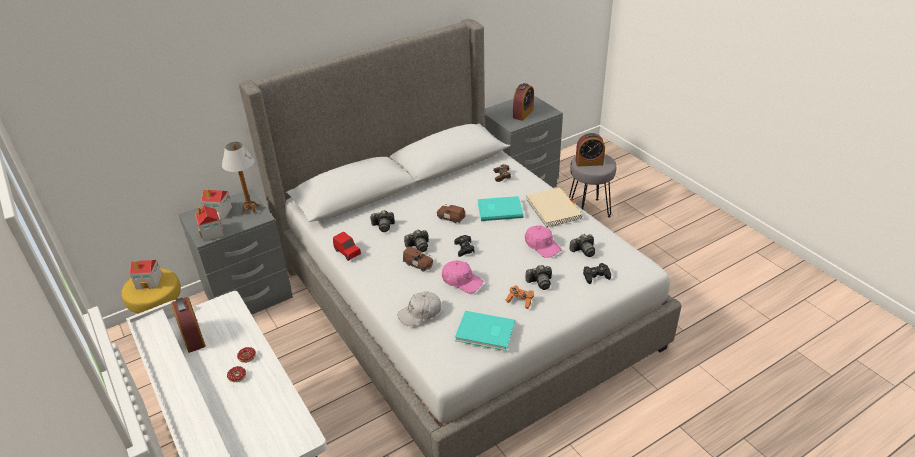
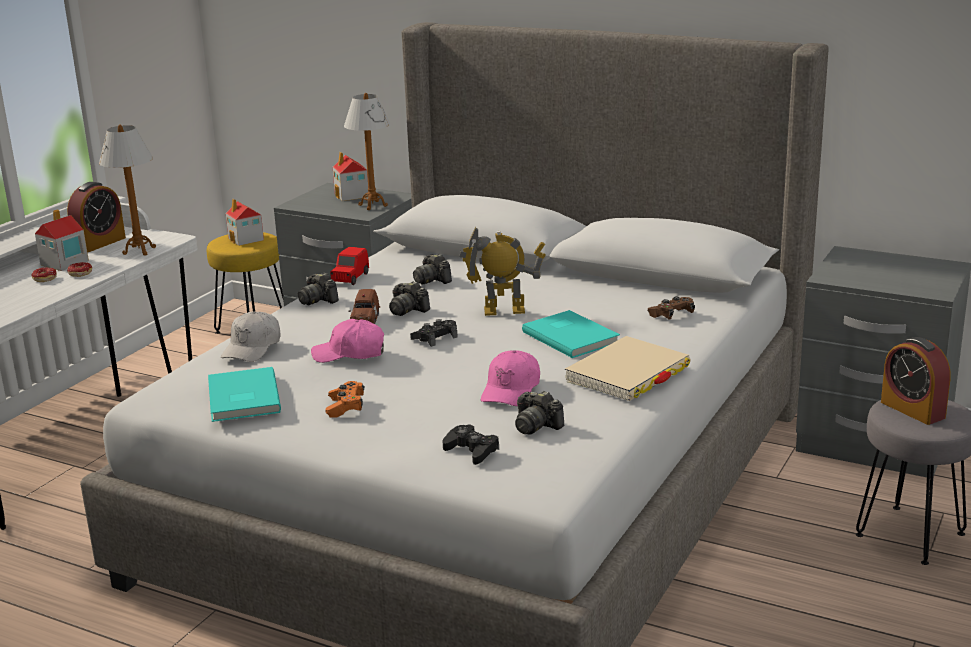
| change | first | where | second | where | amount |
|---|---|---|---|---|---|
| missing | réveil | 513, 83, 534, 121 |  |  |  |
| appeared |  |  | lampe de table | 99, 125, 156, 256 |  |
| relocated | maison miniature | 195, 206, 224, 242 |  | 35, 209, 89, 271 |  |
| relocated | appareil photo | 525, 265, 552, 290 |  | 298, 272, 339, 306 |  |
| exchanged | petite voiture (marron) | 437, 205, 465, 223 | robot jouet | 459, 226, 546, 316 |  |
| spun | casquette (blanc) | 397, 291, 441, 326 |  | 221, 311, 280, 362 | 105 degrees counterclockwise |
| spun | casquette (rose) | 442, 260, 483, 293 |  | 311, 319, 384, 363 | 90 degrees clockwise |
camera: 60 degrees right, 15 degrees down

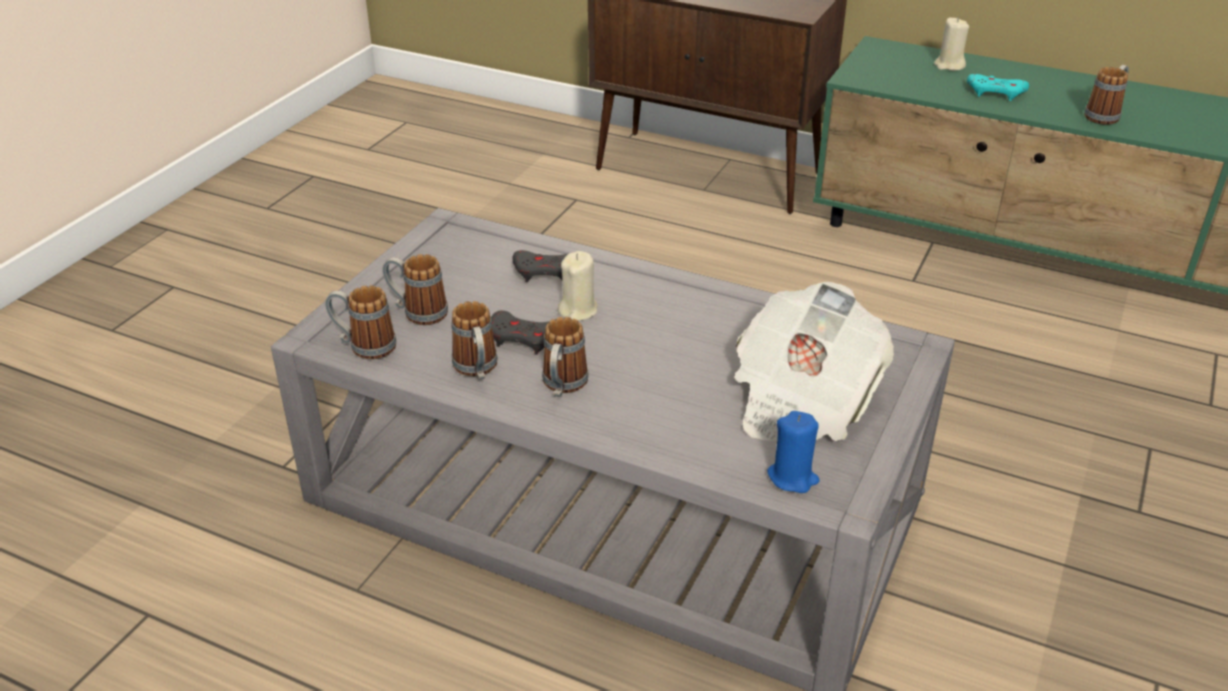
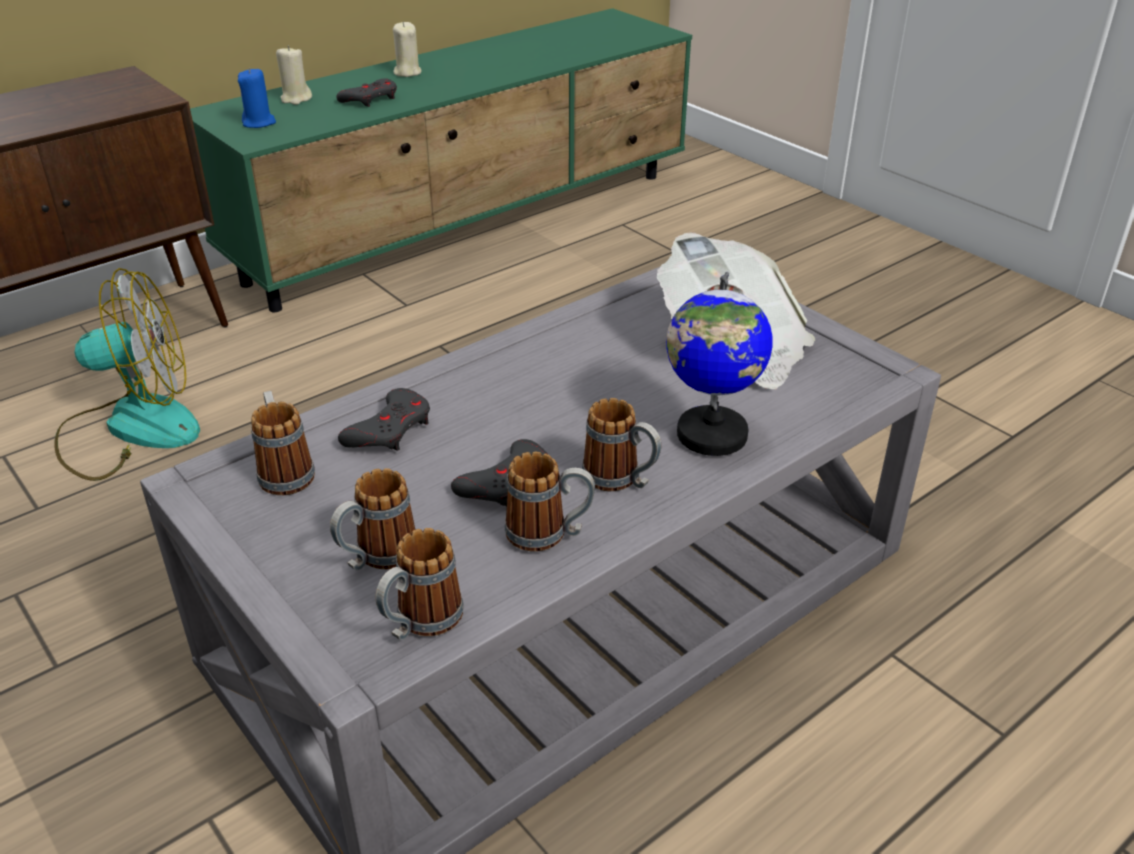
| change | first | where | second | where | amount |
|---|---|---|---|---|---|
| appeared |  |  | ventilateur | 54, 268, 200, 481 |  |
| appeared |  |  | globe | 666, 272, 773, 456 |  |
| relocated | bougie (beige) | 557, 251, 598, 321 |  | 393, 22, 421, 77 |  |
| relocated | bougie (bleu) | 767, 411, 820, 493 |  | 238, 68, 276, 128 |  |
| relocated | mug | 1084, 65, 1129, 125 |  | 251, 391, 315, 495 |  |
| colour | manette (turquoise) | 967, 74, 1029, 101 | manette (gris) | 336, 78, 397, 107 |  |
camera: 65 degrees left, 0 degrees up

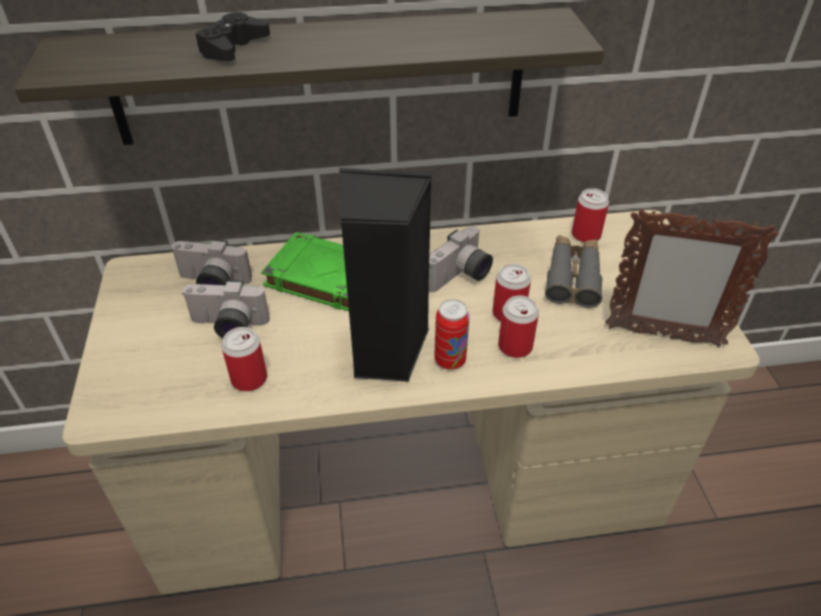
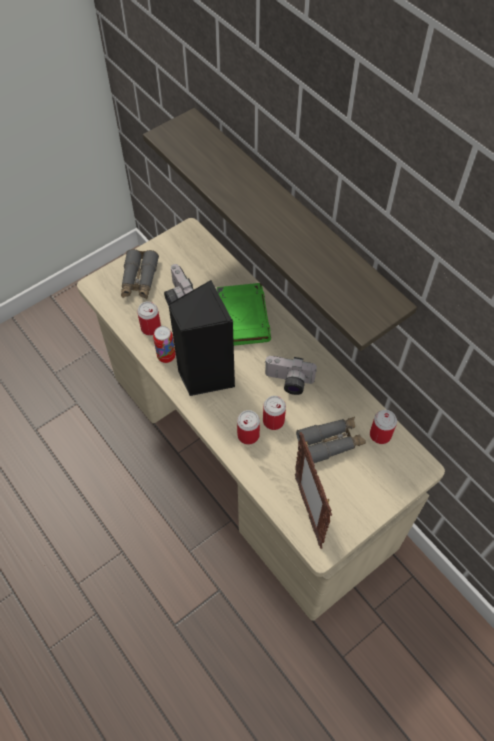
| change | first | where | second | where | amount |
|---|---|---|---|---|---|
| missing | appareil photo | 170, 239, 252, 285 |  |  |  |
| missing | manette (noir) | 195, 12, 270, 61 |  |  |  |
| appeared |  |  | jumelles (gris) | 121, 249, 159, 299 |  |
| relocated | boîte métallique | 434, 299, 470, 370 |  | 153, 326, 176, 363 |  |
camera: 60 degrees right, 15 degrees up

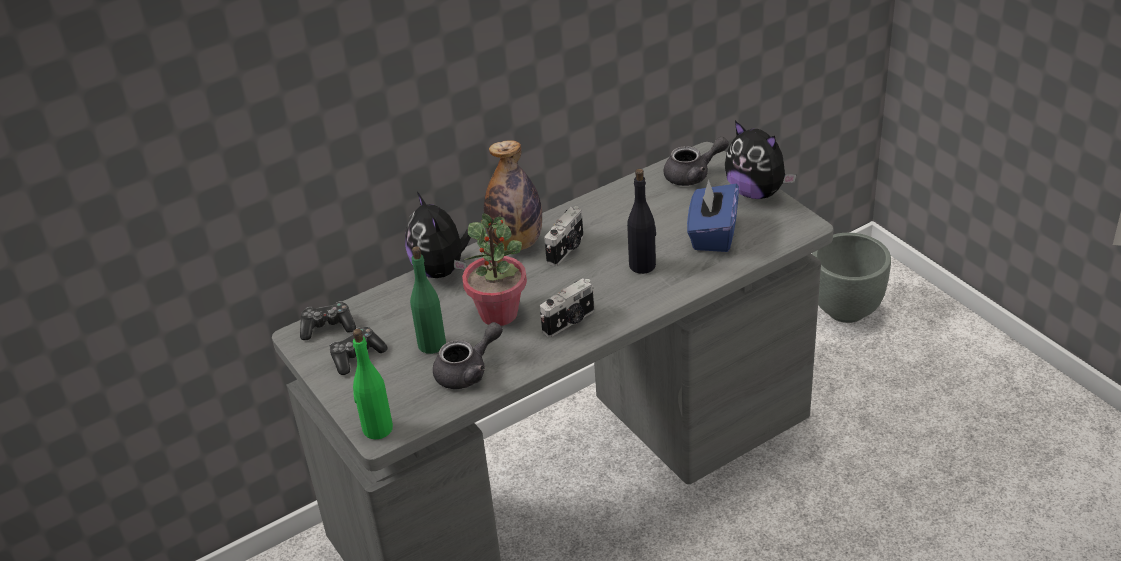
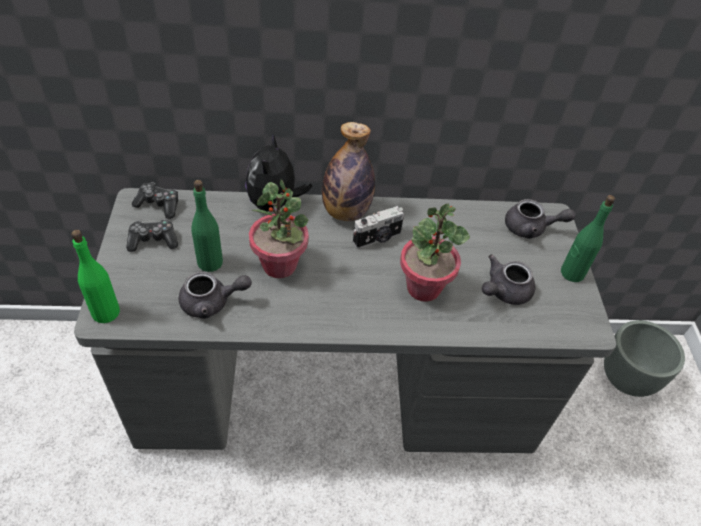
| change | first | where | second | where | amount |
|---|---|---|---|---|---|
| missing | appareil photo | 540, 278, 594, 337 |  |  |  |
| exchanged | bouteille (noir) | 627, 169, 656, 274 | plante en pot | 400, 204, 470, 302 |  |
| exchanged | boîte à mouchoirs (bleu) | 687, 179, 739, 252 | théière (gris) | 482, 255, 535, 305 |  |
| exchanged | peluche | 725, 121, 797, 199 | bouteille (vert) | 561, 195, 615, 282 |  |
camera: 25 degrees right, 10 degrees up

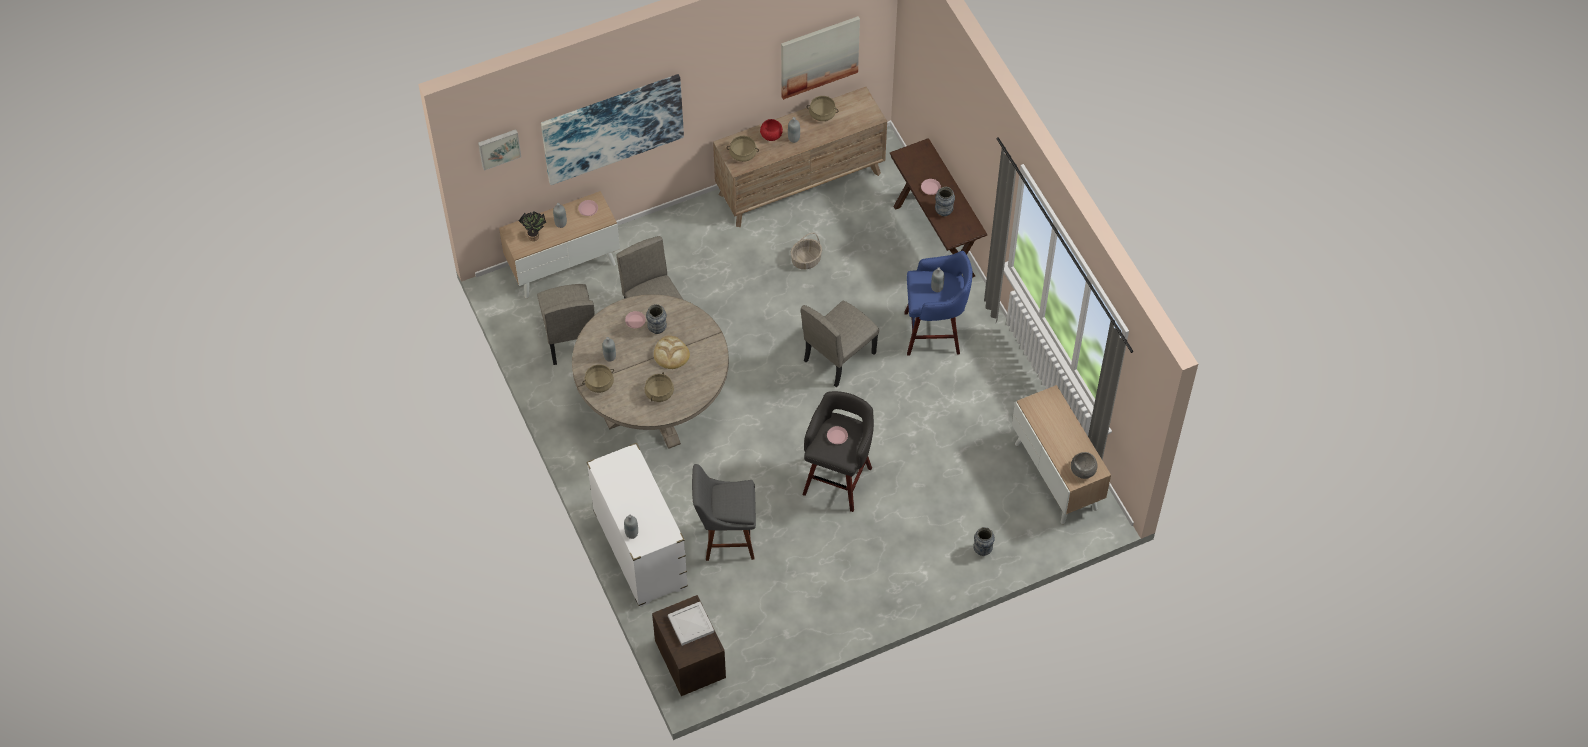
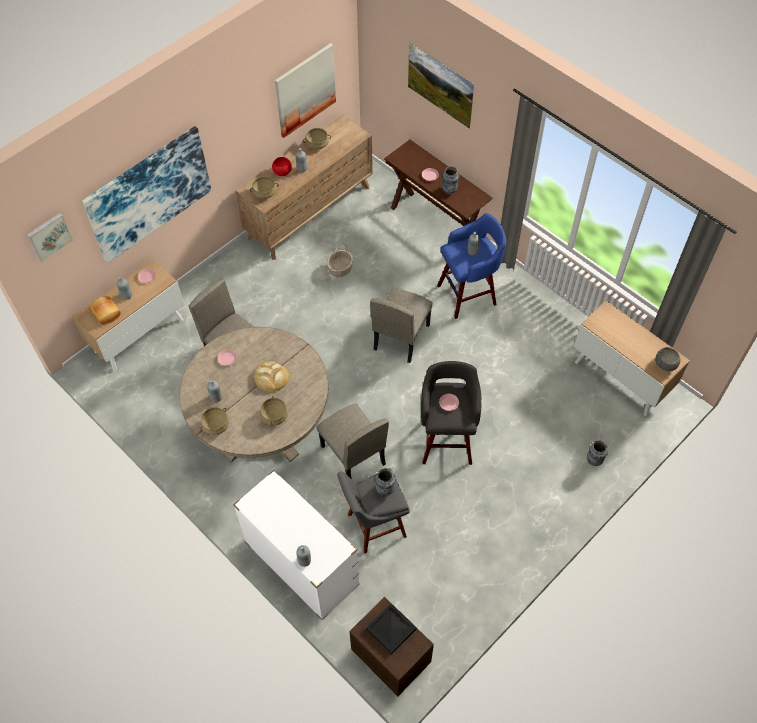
| change | first | where | second | where | amount |
|---|---|---|---|---|---|
| appeared |  |  | tableau | 408, 43, 474, 129 |  |
| relocated | chaise (beige) | 537, 284, 595, 365 |  | 316, 404, 389, 479 |  |
| relocated | vase | 646, 304, 667, 334 |  | 375, 468, 395, 496 |  |
| exchanged | plante en pot | 519, 211, 546, 241 | pain | 90, 296, 121, 325 |  |
| colour | plateau (blanc) | 668, 602, 714, 646 | plateau (noir) | 366, 603, 417, 655 |  |
camera: 20 degrees left, 0 degrees up

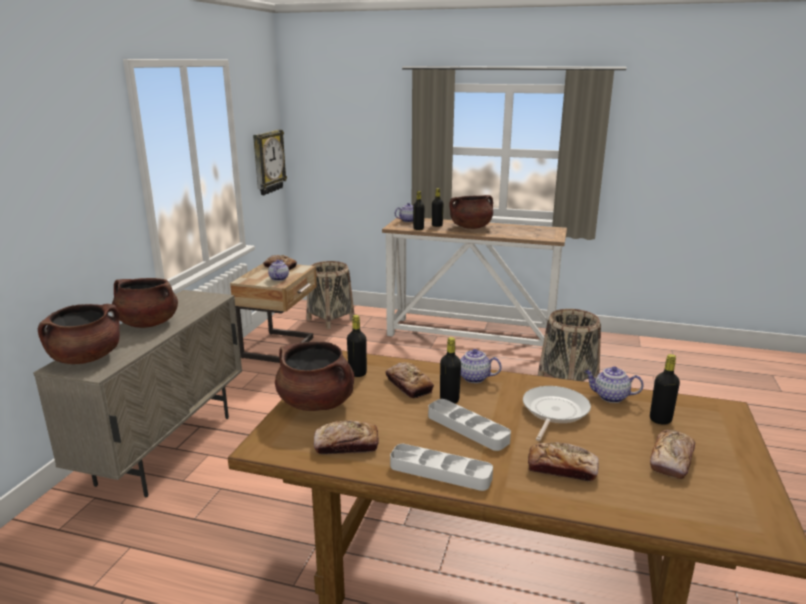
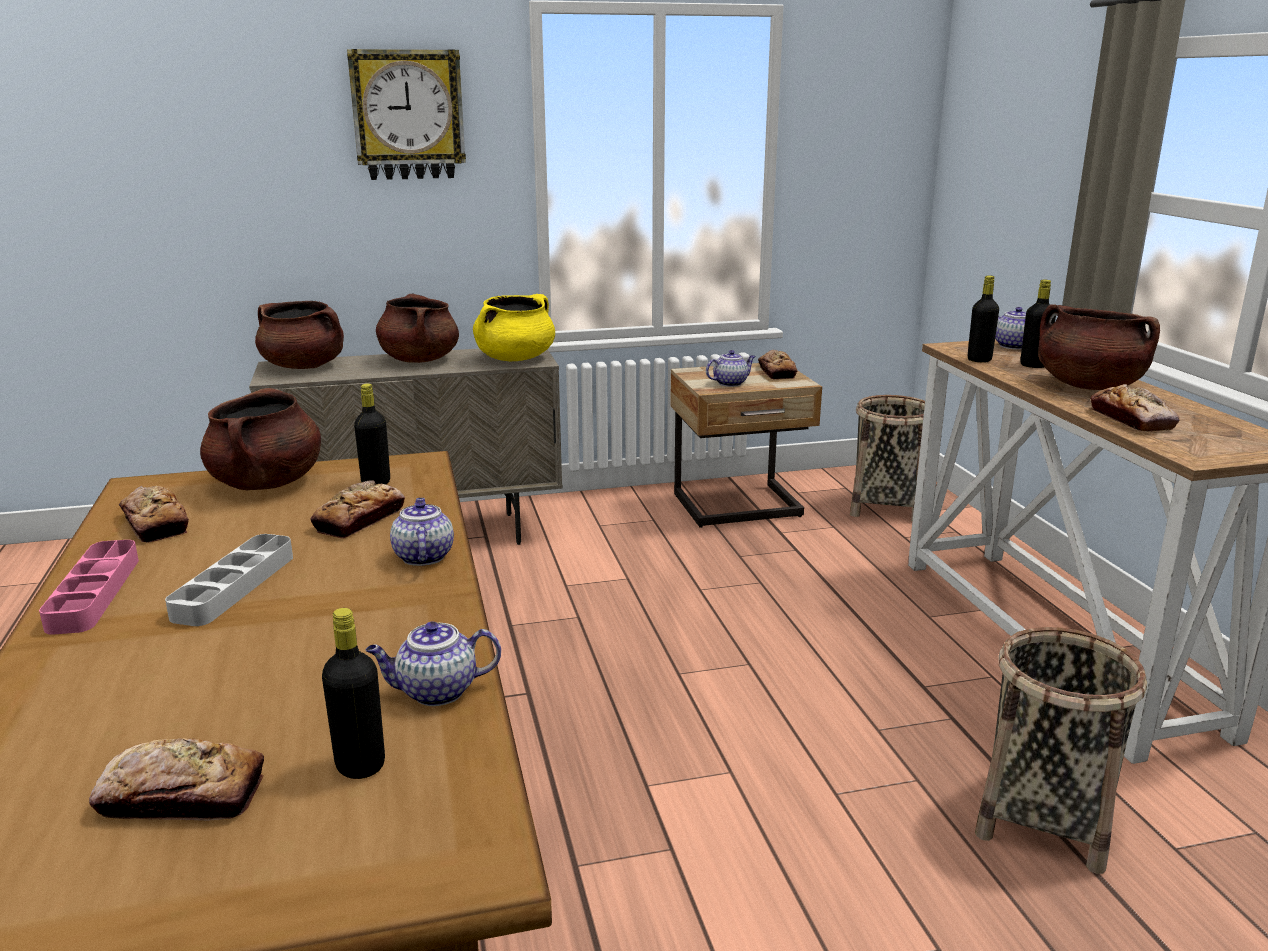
| change | first | where | second | where | amount |
|---|---|---|---|---|---|
| missing | bouteille (noir) | 440, 337, 461, 404 |  |  |  |
| missing | poêle | 523, 386, 591, 441 |  |  |  |
| appeared |  |  | marmite (jaune) | 473, 294, 555, 361 |  |
| relocated | horloge murale | 253, 130, 287, 195 |  | 347, 49, 466, 180 |  |
| relocated | pain | 528, 442, 599, 482 |  | 1090, 384, 1180, 432 |  |
| colour | plateau (gris) | 390, 444, 493, 491 | plateau (rose) | 39, 540, 139, 635 |  |
| spun | théière | 585, 366, 644, 403 |  | 366, 622, 501, 706 | 90 degrees counterclockwise |
camera: 60 degrees right, 0 degrees up

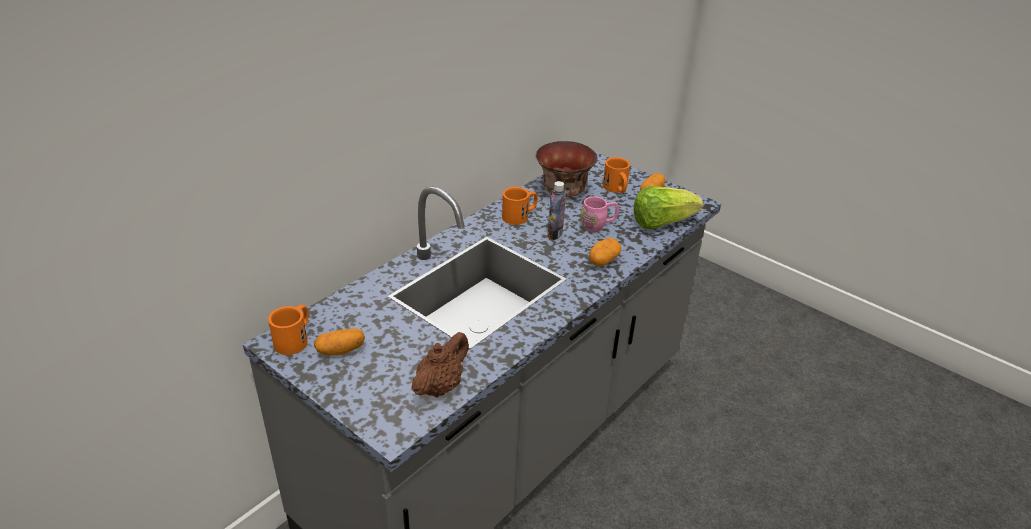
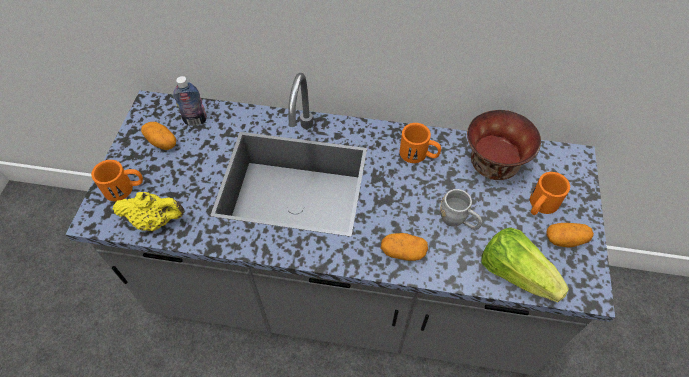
| change | first | where | second | where | amount |
|---|---|---|---|---|---|
| relocated | mug (orange) | 268, 305, 308, 355 |  | 91, 160, 143, 201 |  |
| relocated | bouteille | 548, 181, 566, 240 |  | 173, 76, 207, 126 |  |
| colour | théière (marron) | 412, 332, 469, 398 | théière (jaune) | 113, 192, 184, 231 |  |
| colour | mug (rose) | 581, 197, 619, 232 | mug (gris) | 440, 189, 482, 230 |  |
camera: 60 degrees right, 20 degrees up

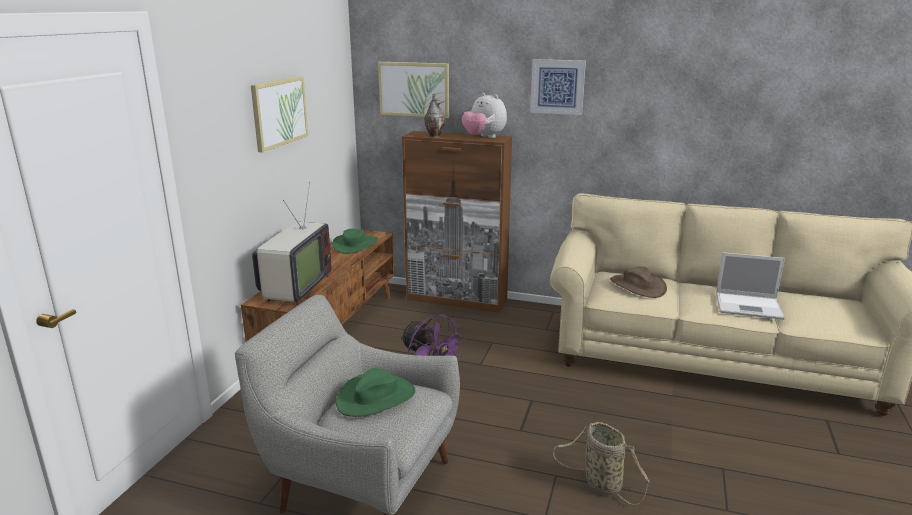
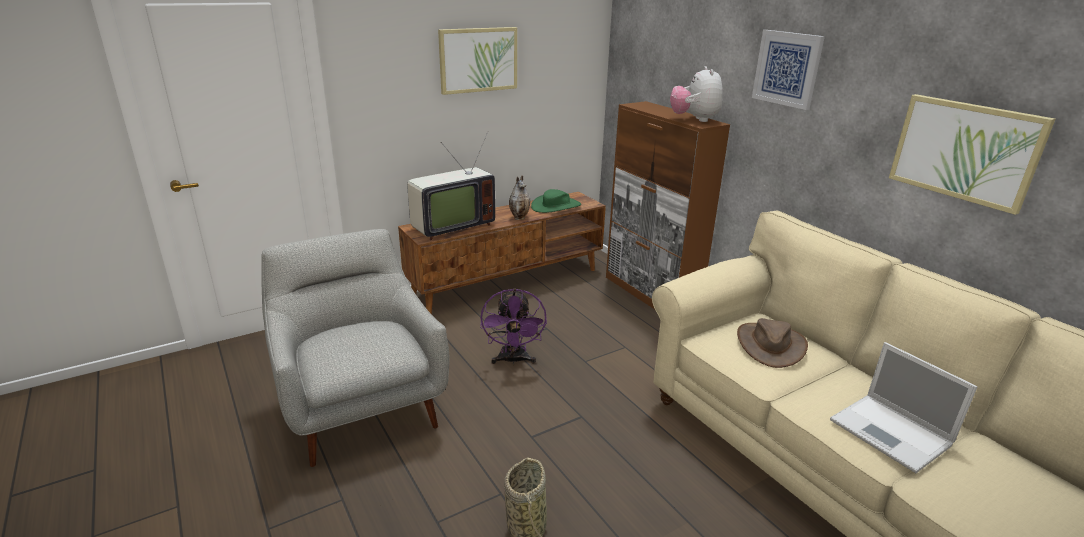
| change | first | where | second | where | amount |
|---|---|---|---|---|---|
| missing | chapeau (vert) | 336, 368, 415, 417 |  |  |  |
| relocated | tableau | 378, 62, 449, 118 |  | 889, 94, 1055, 215 |  |
| relocated | vase | 425, 93, 445, 138 |  | 509, 176, 531, 220 |  |
camera: 40 degrees right, 5 degrees up

